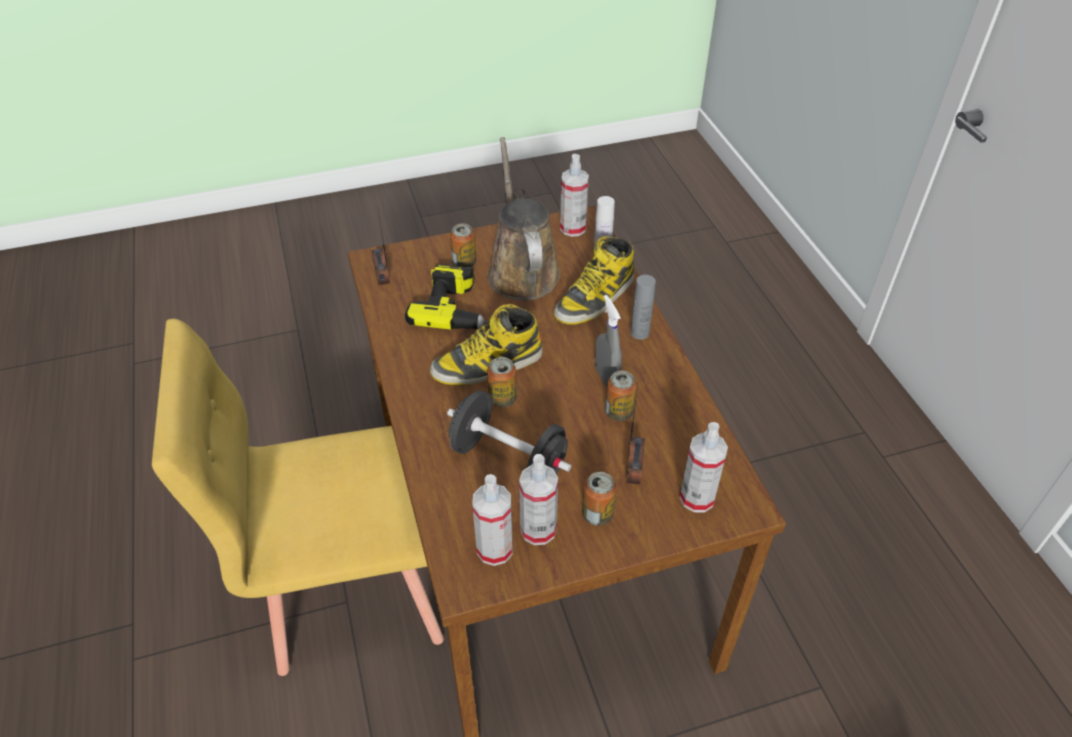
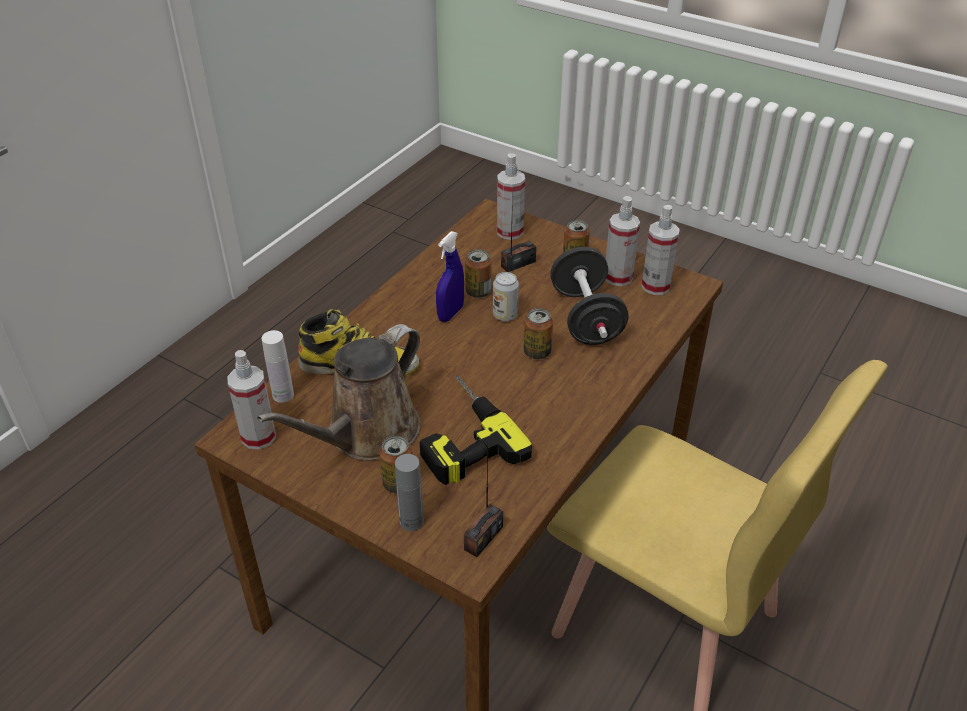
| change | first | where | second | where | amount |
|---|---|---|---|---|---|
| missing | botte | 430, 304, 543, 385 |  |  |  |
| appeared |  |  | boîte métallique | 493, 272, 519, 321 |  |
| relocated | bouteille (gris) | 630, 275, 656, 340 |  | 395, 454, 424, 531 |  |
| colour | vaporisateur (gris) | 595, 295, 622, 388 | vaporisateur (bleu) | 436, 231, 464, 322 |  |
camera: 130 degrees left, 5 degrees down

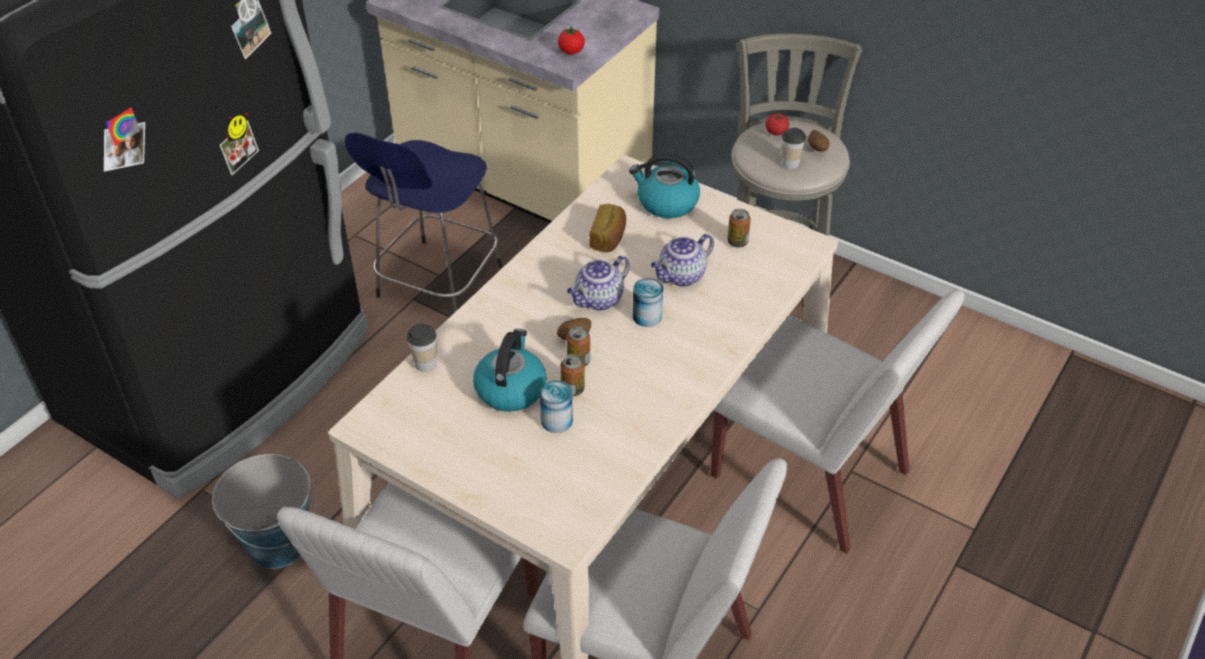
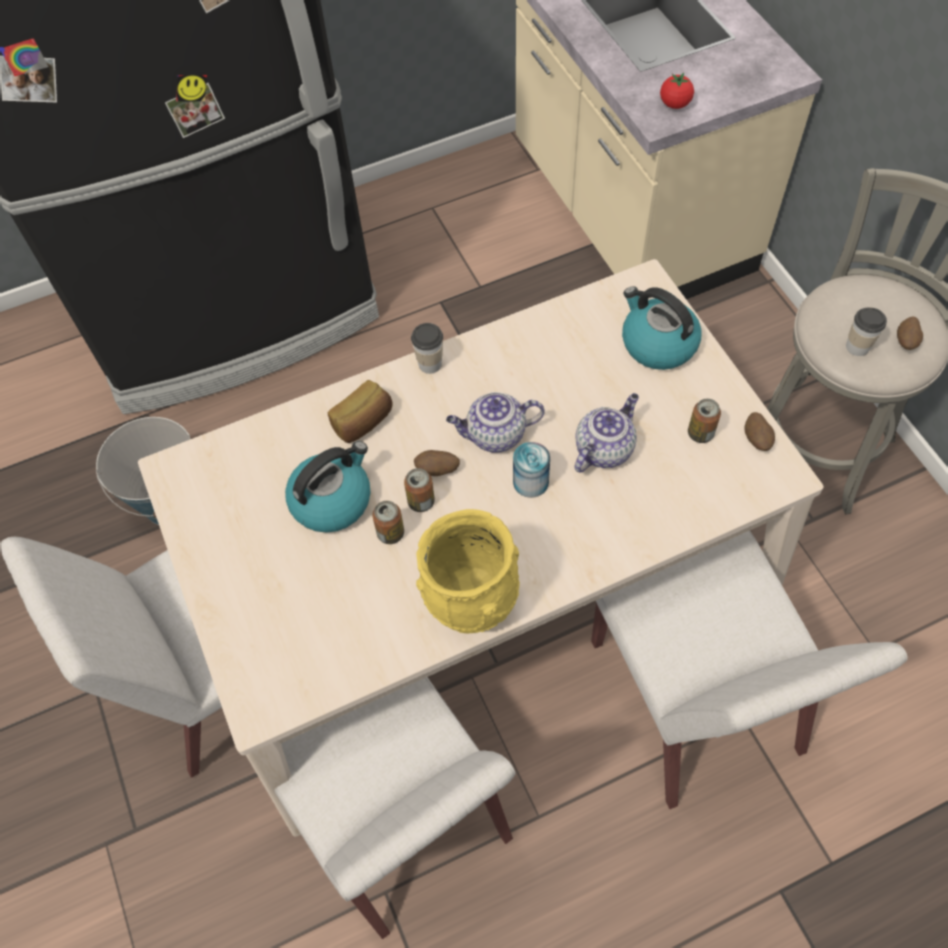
| change | first | where | second | where | amount |
|---|---|---|---|---|---|
| missing | tabouret (bleu) | 344, 132, 502, 313 |  |  |  |
| missing | boîte métallique | 539, 380, 573, 433 |  |  |  |
| missing | tomate | 765, 113, 789, 136 |  |  |  |
| appeared |  |  | vase (jaune) | 416, 509, 520, 633 |  |
| appeared |  |  | pomme de terre | 745, 412, 775, 451 |  |
| relocated | tasse | 407, 324, 437, 372 |  | 411, 323, 443, 374 |  |
| relocated | pain | 589, 204, 626, 252 |  | 328, 380, 393, 443 |  |
| spun | théière | 651, 234, 714, 287 |  | 574, 393, 639, 473 | 135 degrees clockwise |
camera: 35 degrees right, 15 degrees up

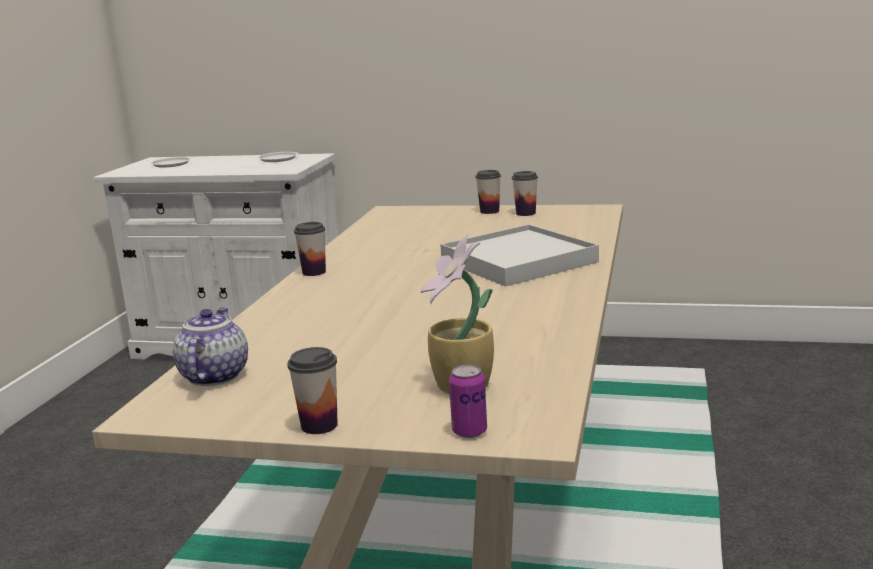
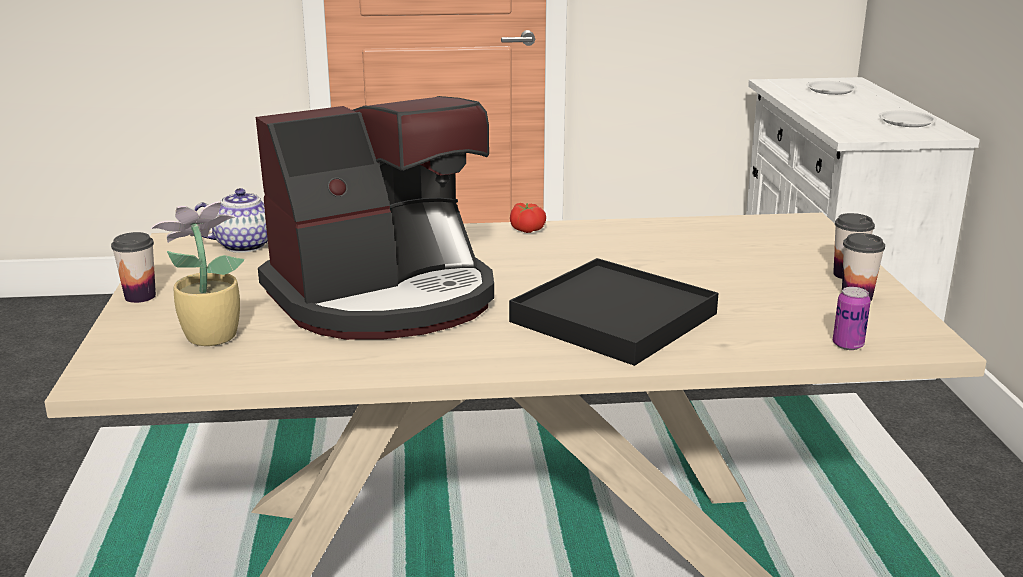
| change | first | where | second | where | amount |
|---|---|---|---|---|---|
| appeared |  |  | machine à café | 256, 96, 494, 340 |  |
| relocated | boîte métallique | 449, 365, 487, 438 |  | 833, 287, 871, 350 |  |
| exchanged | tasse | 294, 222, 326, 276 | tomate | 510, 203, 546, 233 |  |
| colour | plateau (blanc) | 440, 224, 599, 286 | plateau (noir) | 509, 258, 718, 366 |  |
camera: 70 degrees right, 5 degrees up

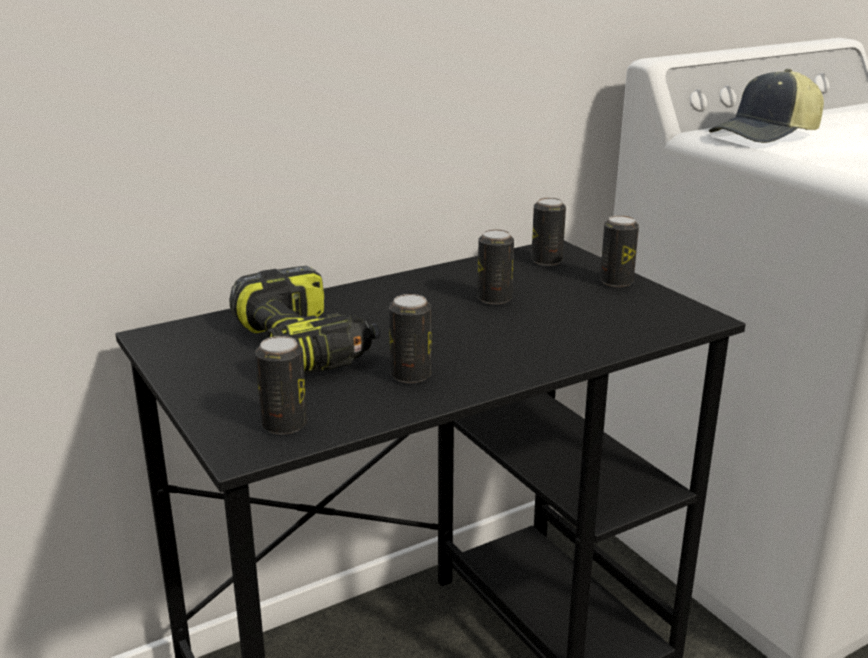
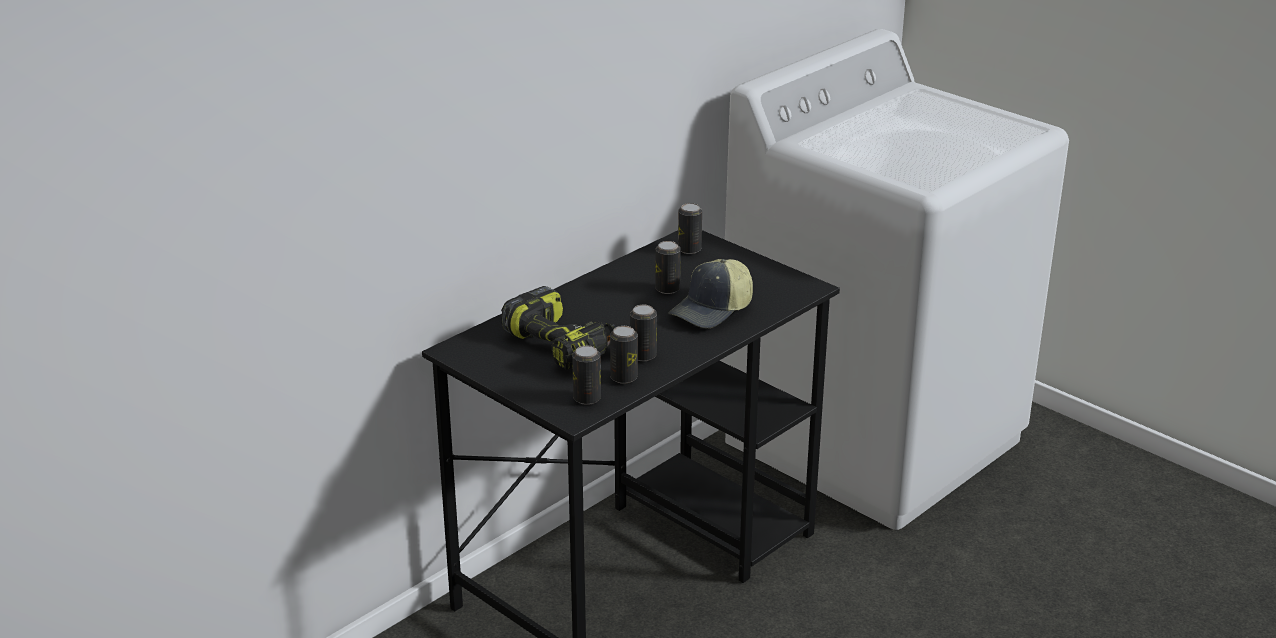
| change | first | where | second | where | amount |
|---|---|---|---|---|---|
| relocated | boîte métallique | 600, 215, 639, 287 |  | 610, 326, 638, 384 |  |
| relocated | casquette | 709, 69, 824, 143 |  | 669, 259, 753, 328 |  |
camera: 15 degrees left, 5 degrees up

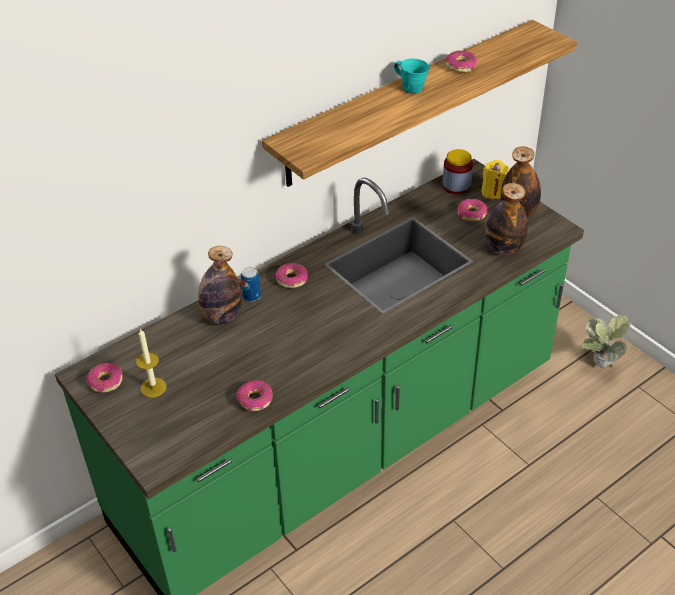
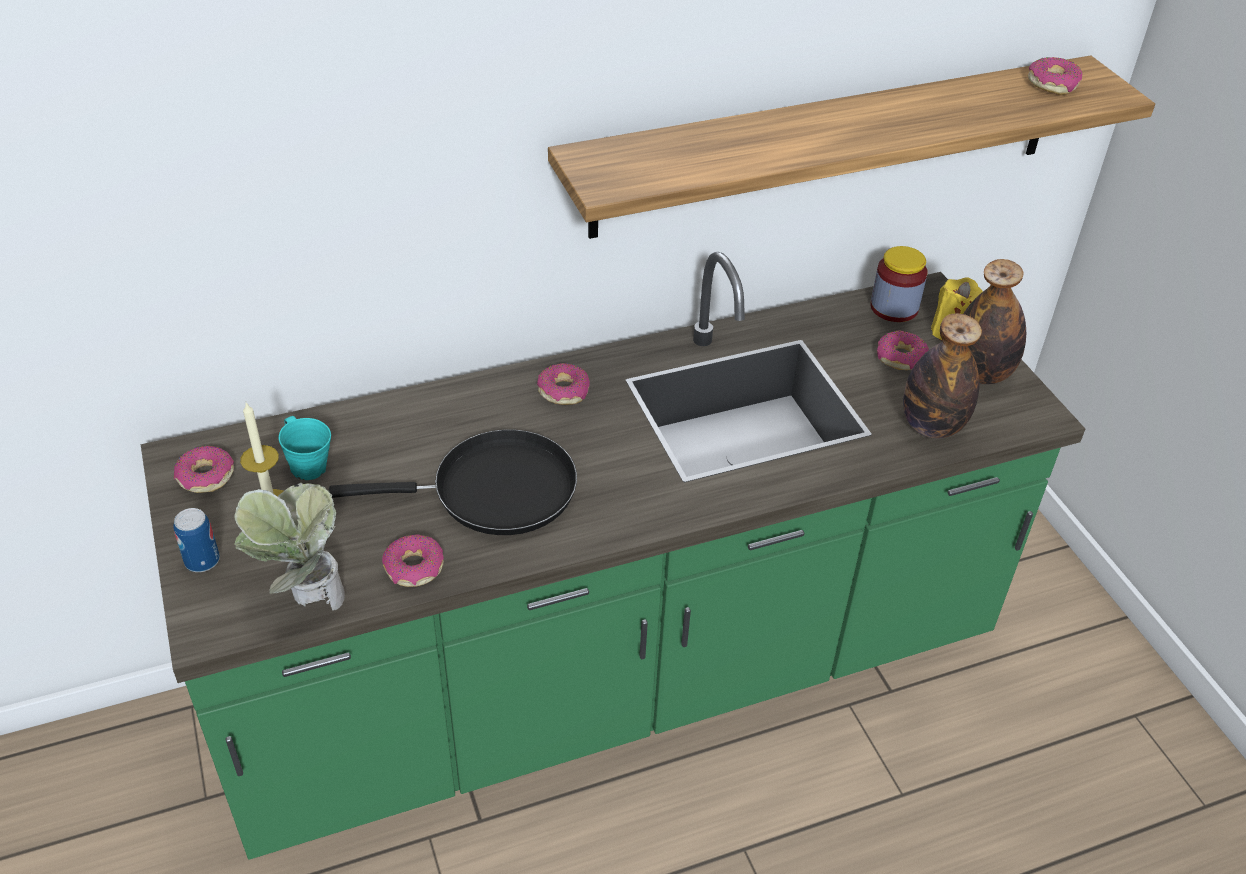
| change | first | where | second | where | amount |
|---|---|---|---|---|---|
| missing | bouteille | 198, 246, 242, 324 |  |  |  |
| appeared |  |  | poêle (noir) | 329, 430, 577, 535 |  |
| relocated | boîte métallique | 241, 267, 261, 302 |  | 173, 508, 220, 572 |  |
| relocated | mug (turquoise) | 394, 59, 430, 94 |  | 279, 416, 331, 480 |  |
| relocated | beignet | 446, 50, 477, 73 |  | 1028, 57, 1083, 95 |  |
| relocated | plante en pot | 582, 315, 630, 368 |  | 235, 483, 345, 611 |  |
camera: 15 degrees right, 0 degrees up

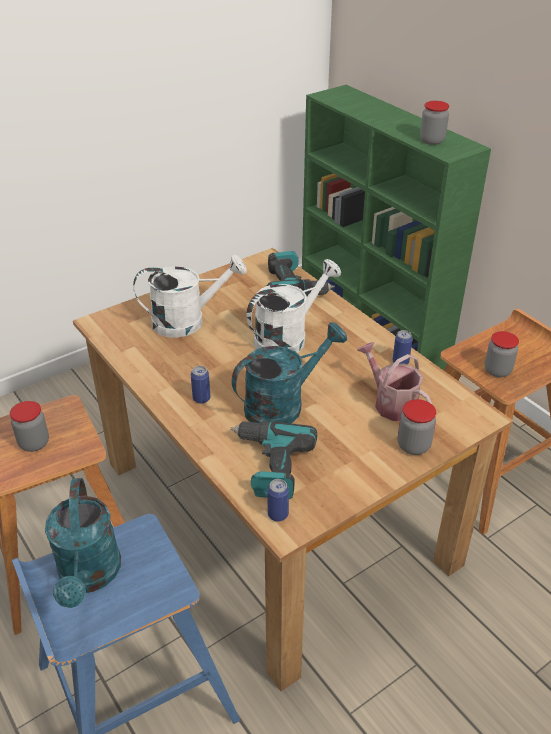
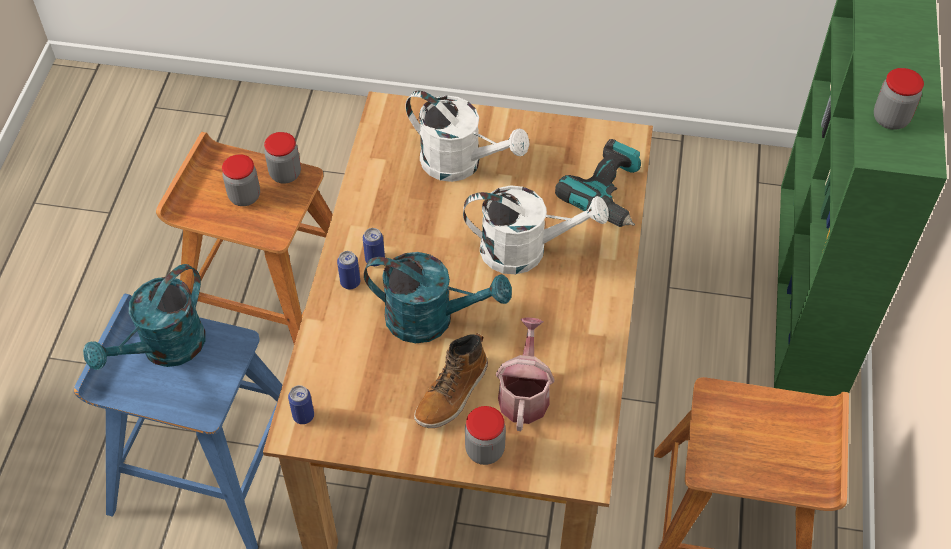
| change | first | where | second | where | amount |
|---|---|---|---|---|---|
| missing | perceuse | 230, 421, 317, 499 |  |  |  |
| appeared |  |  | botte | 414, 333, 488, 428 |  |
| relocated | boîte métallique | 393, 330, 413, 364 |  | 337, 251, 360, 289 |  |
| relocated | bocal | 485, 331, 519, 377 |  | 264, 132, 301, 184 |  |
camera: 45 degrees right, 15 degrees up

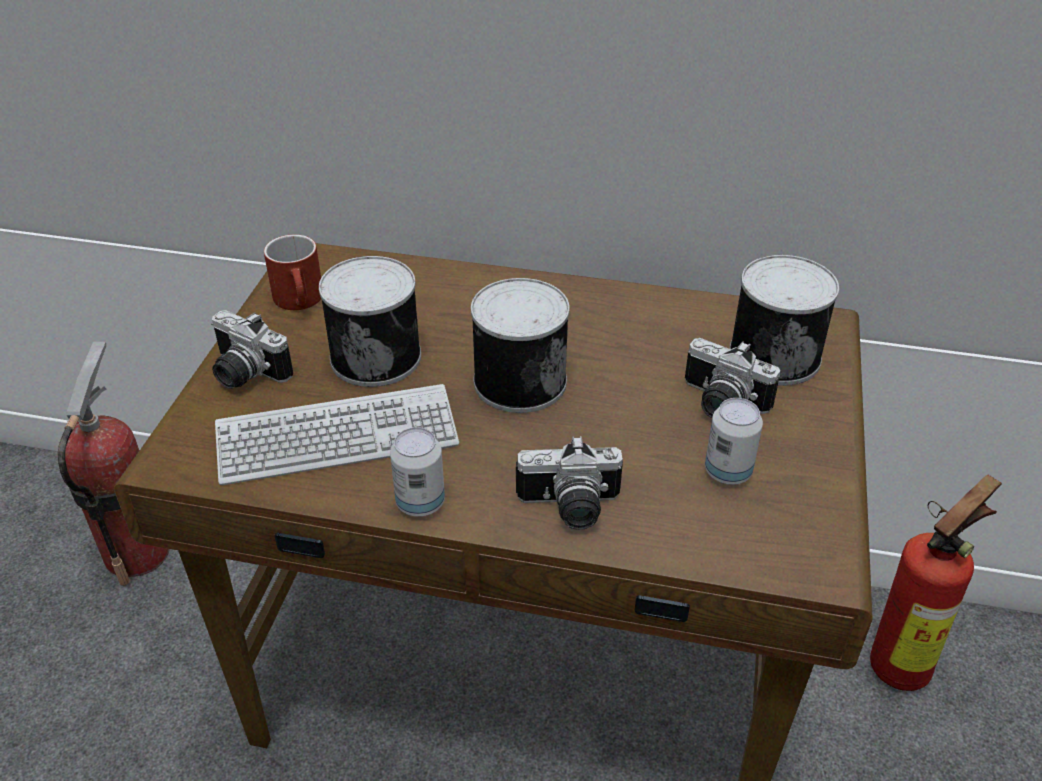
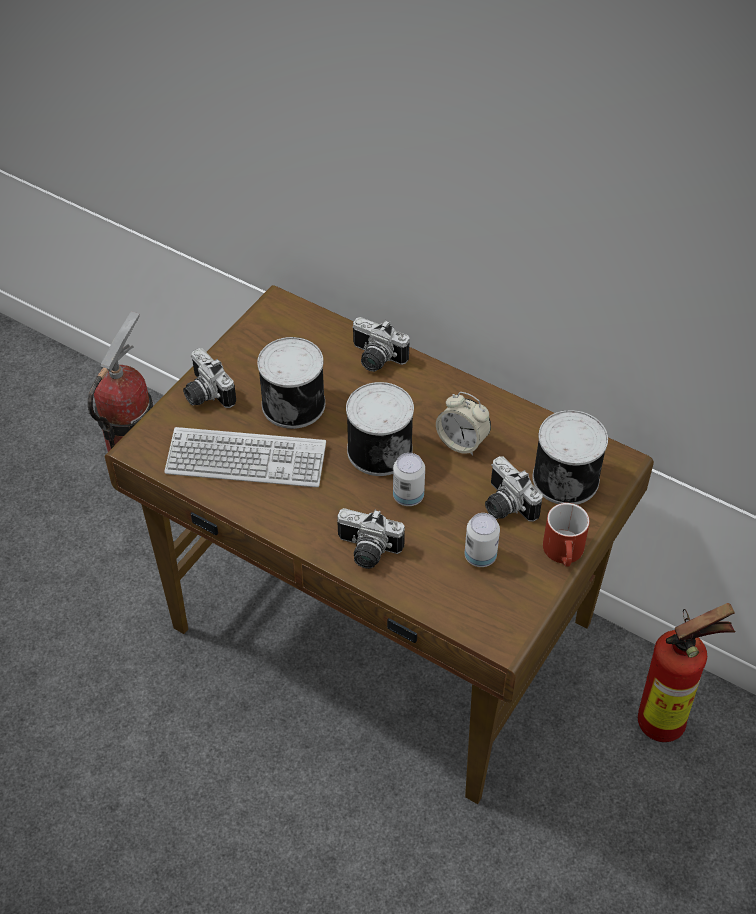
| change | first | where | second | where | amount |
|---|---|---|---|---|---|
| appeared |  |  | appareil photo | 352, 317, 410, 372 |  |
| appeared |  |  | réveil | 436, 392, 491, 456 |  |
| relocated | mug (rouge) | 264, 235, 321, 310 |  | 543, 503, 590, 567 |  |
| relocated | boîte métallique | 390, 427, 445, 517 |  | 393, 453, 425, 506 |  |
camera: 20 degrees right, 10 degrees up

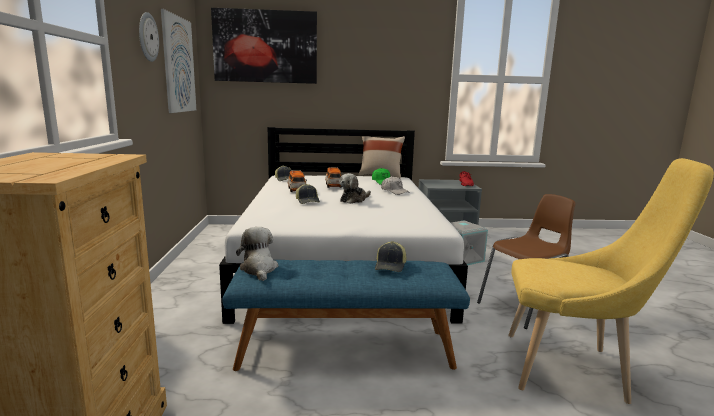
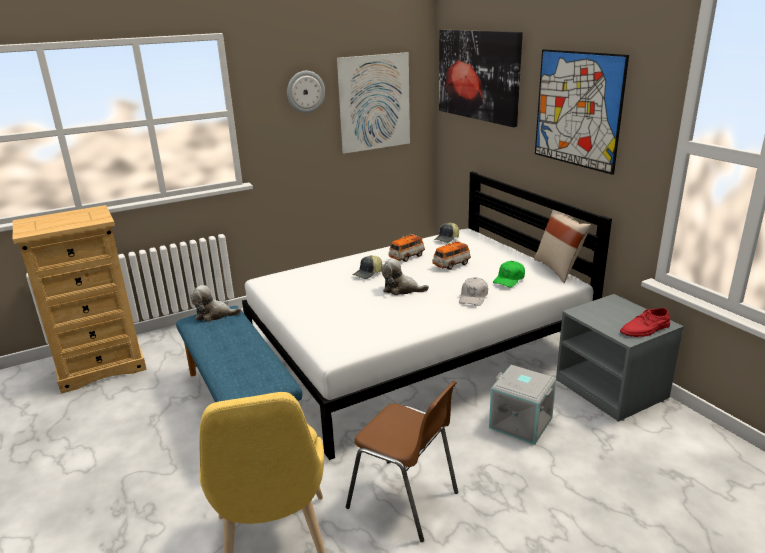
| change | first | where | second | where | amount |
|---|---|---|---|---|---|
| missing | casquette | 375, 241, 406, 272 |  |  |  |
| appeared |  |  | tableau | 535, 49, 629, 175 |  |
| spun | peluche | 236, 227, 278, 281 |  | 190, 285, 241, 322 | 135 degrees counterclockwise |
camera: 65 degrees right, 10 degrees up

